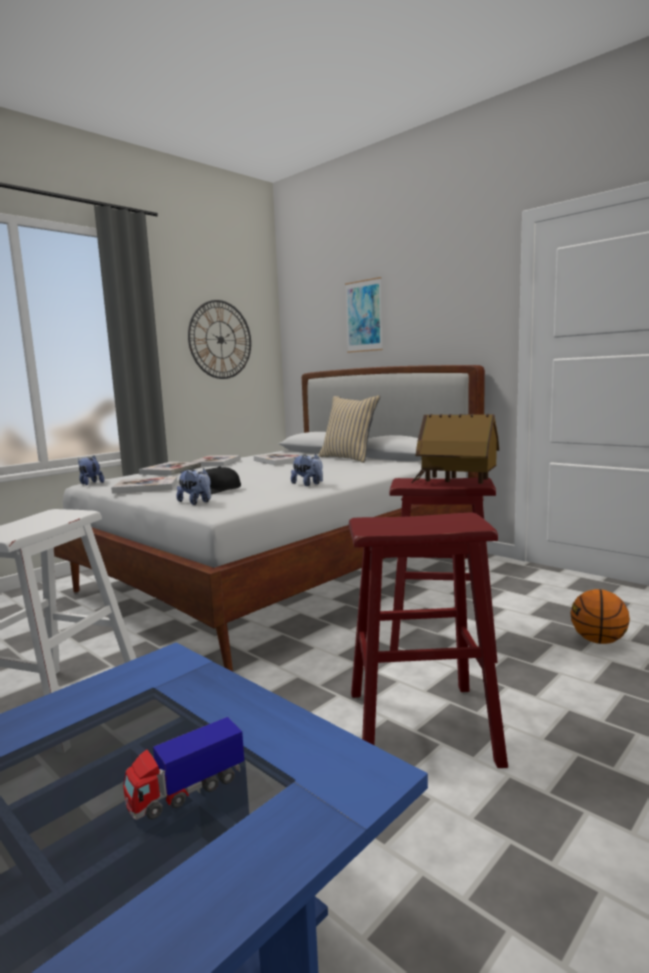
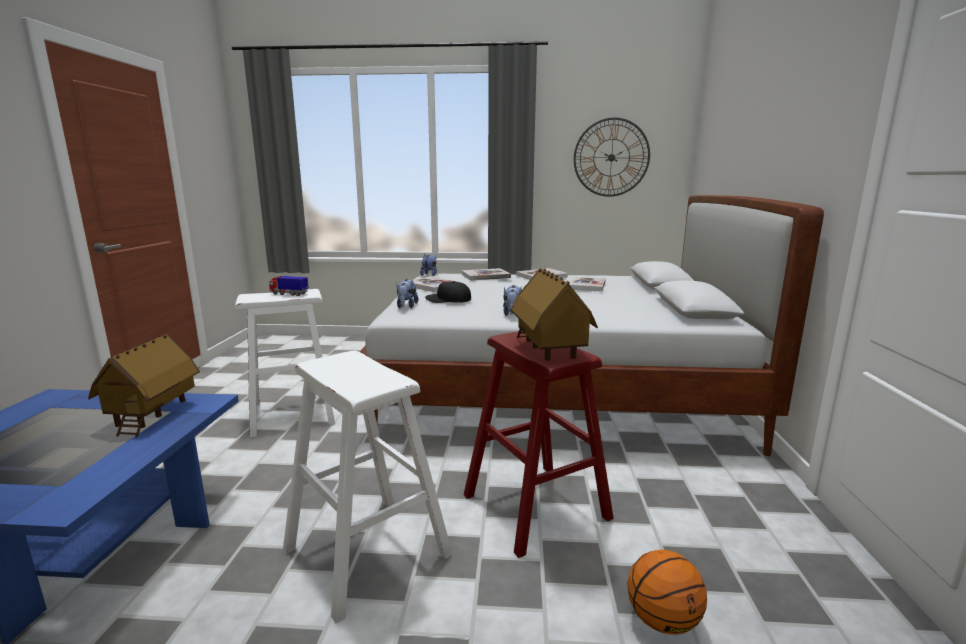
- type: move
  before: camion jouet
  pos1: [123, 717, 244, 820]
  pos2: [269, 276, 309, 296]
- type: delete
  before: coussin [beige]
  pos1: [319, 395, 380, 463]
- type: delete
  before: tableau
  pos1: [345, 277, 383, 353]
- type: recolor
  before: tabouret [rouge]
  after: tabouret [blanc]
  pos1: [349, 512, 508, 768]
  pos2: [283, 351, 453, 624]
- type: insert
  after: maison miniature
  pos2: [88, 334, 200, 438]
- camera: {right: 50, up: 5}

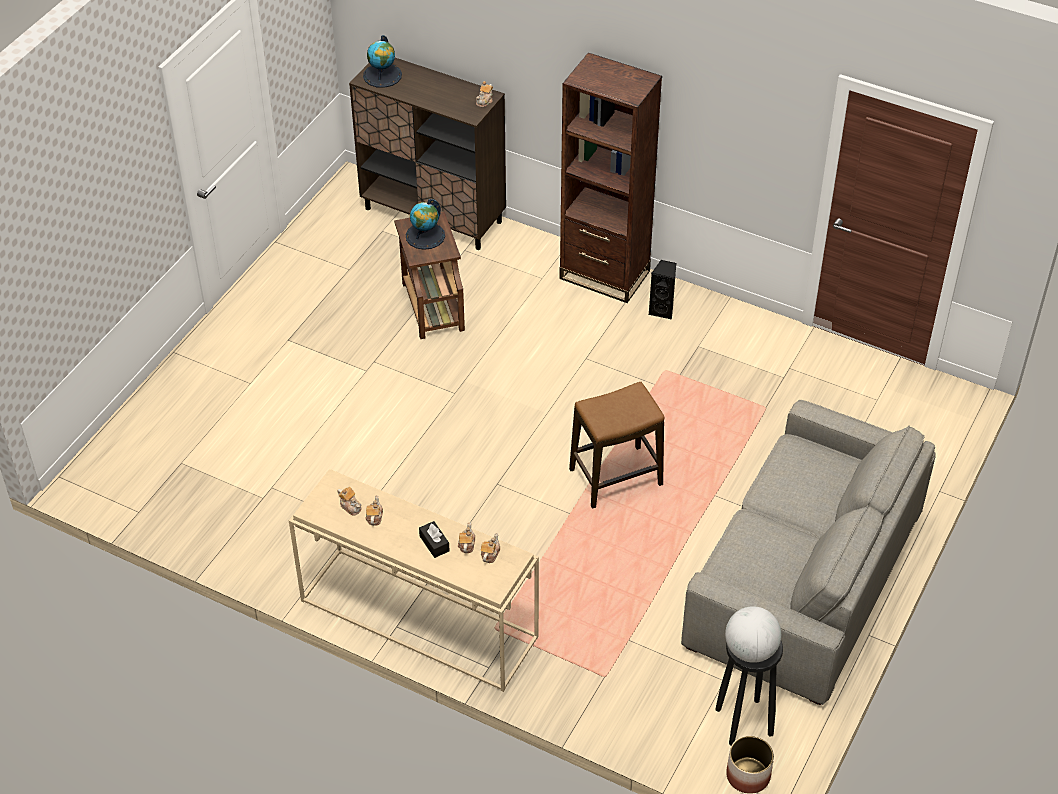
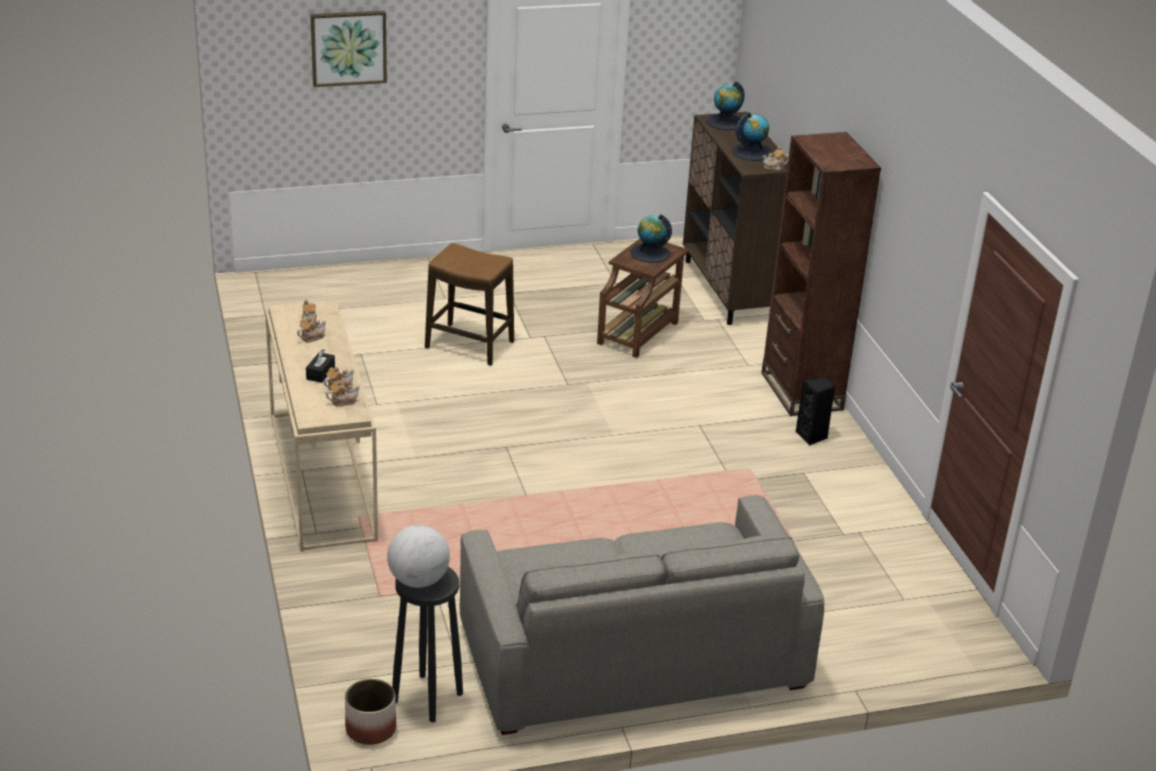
- type: move
  before: tabouret
  pos1: [569, 382, 665, 509]
  pos2: [425, 243, 514, 366]
- type: insert
  after: tableau
  pos2: [310, 11, 387, 87]
- type: insert
  after: globe
  pos2: [732, 112, 772, 161]
- camera: {right: 45, up: -15}

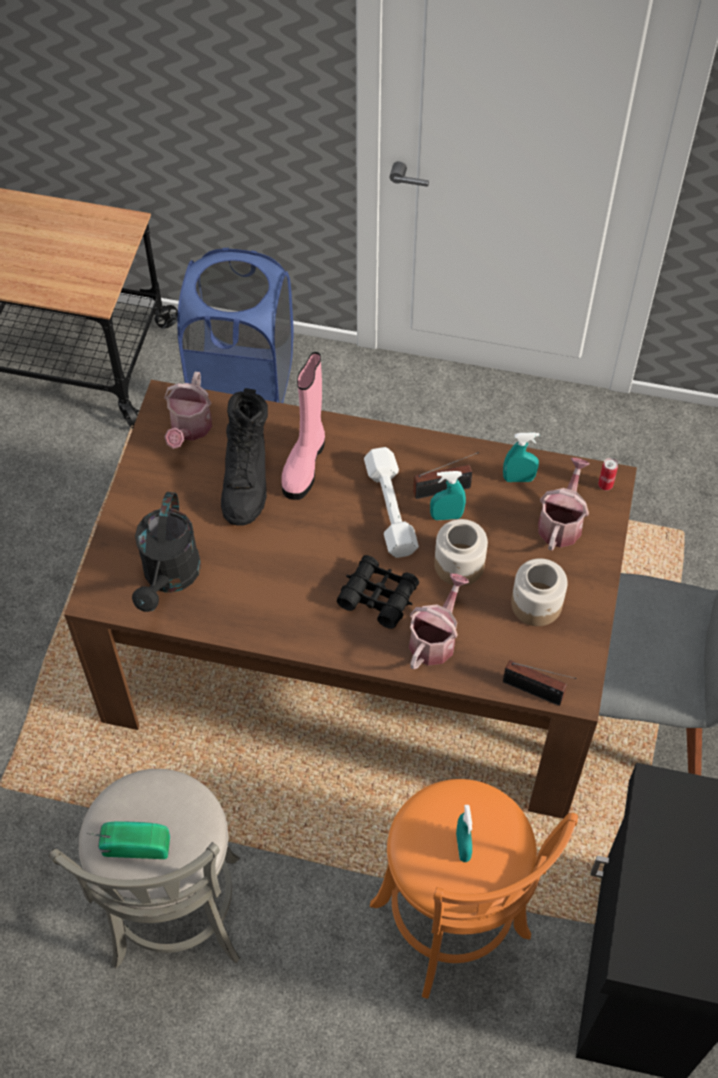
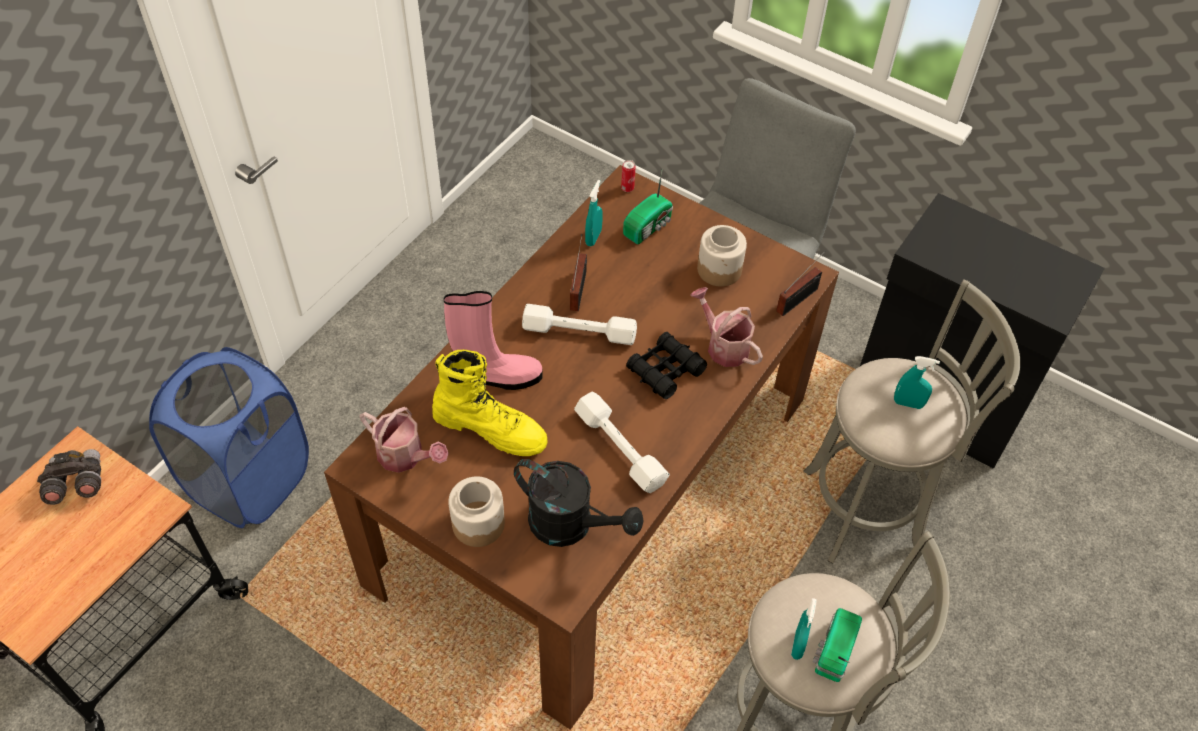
- type: recolor
  before: botte [noir]
  after: botte [jaune]
  pos1: [221, 388, 268, 525]
  pos2: [432, 350, 547, 456]
- type: rotate
  before: botte [rose]
  pos1: [281, 352, 325, 500]
  pos2: [444, 291, 543, 390]
  turn: -45
- type: recolor
  before: tabouret [orange]
  after: tabouret [gris]
  pos1: [370, 779, 578, 999]
  pos2: [803, 279, 1020, 564]
- type: move
  before: vaporisateur [turquoise]
  pos1: [430, 471, 466, 520]
  pos2: [791, 598, 817, 660]
- type: move
  before: bocal
  pos1: [434, 519, 488, 586]
  pos2: [448, 476, 505, 547]
- type: replace
  before: arrosoir
  after: radio
  pos1: [538, 458, 590, 551]
  pos2: [623, 171, 673, 244]
- type: insert
  after: jumelles [gris]
  pos2: [37, 449, 101, 505]
- type: insert
  after: haltère [blanc]
  pos2: [574, 391, 670, 493]
- camera: {right: -70, up: -5}

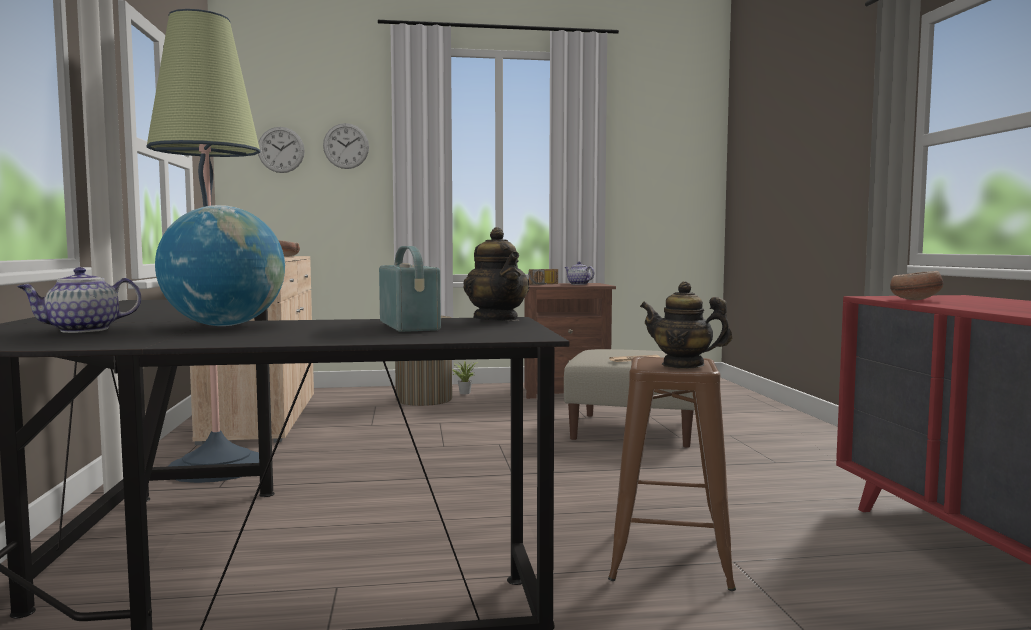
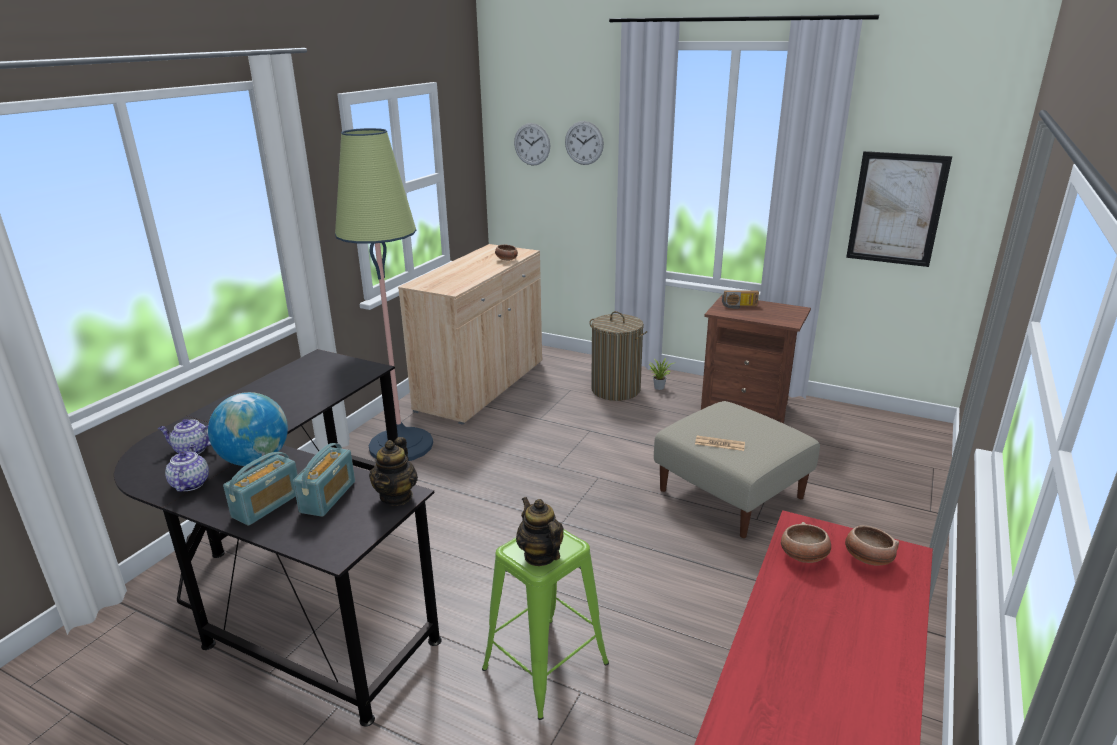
- type: move
  before: théière
  pos1: [564, 262, 594, 285]
  pos2: [165, 445, 209, 492]
- type: recolor
  before: tabouret [marron]
  after: tabouret [vert]
  pos1: [608, 356, 736, 591]
  pos2: [482, 529, 609, 720]
- type: insert
  after: radio
  pos2: [223, 452, 298, 526]
- type: insert
  after: bol
  pos2: [845, 525, 899, 566]
- type: insert
  after: tableau
  pos2: [846, 151, 952, 267]
- camera: {right: 35, up: 20}

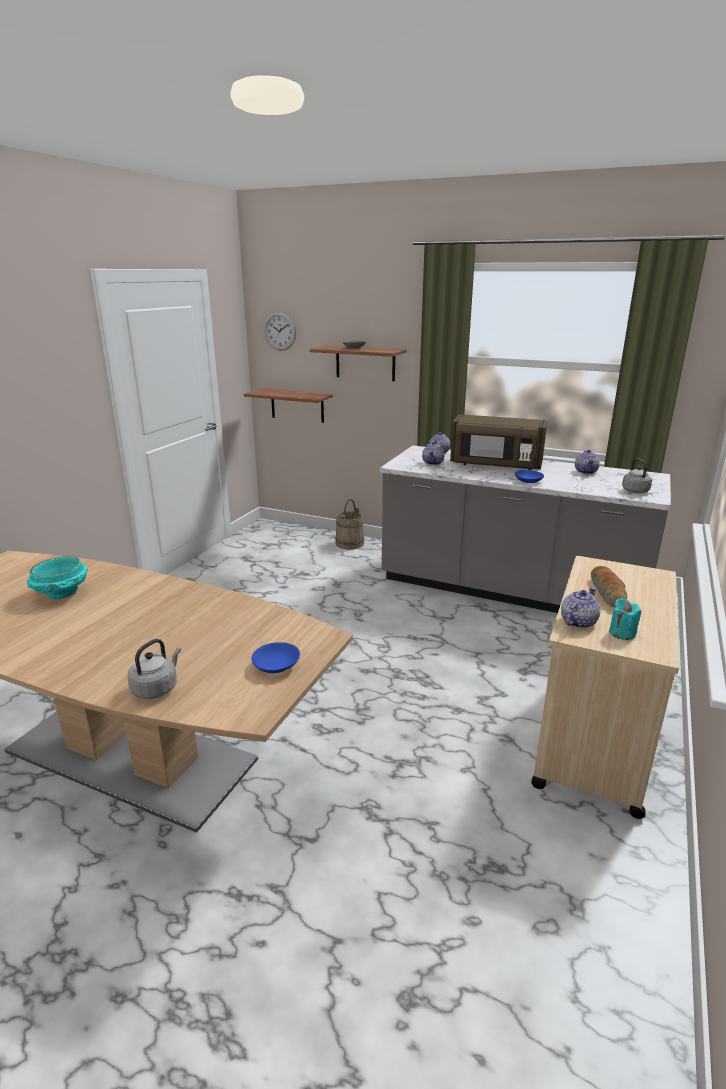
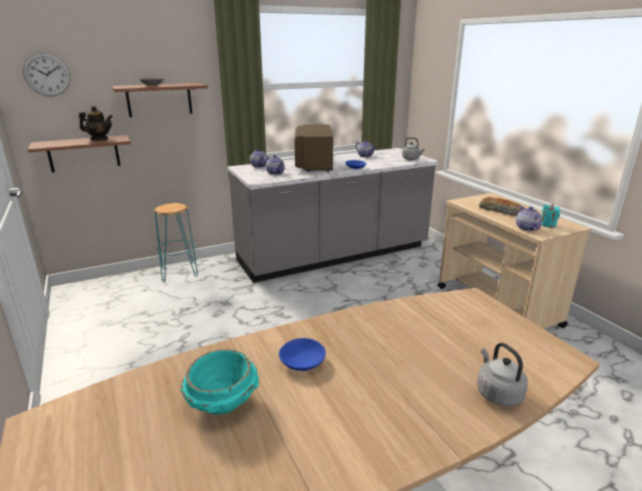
- type: move
  before: bol [bleu]
  pos1: [252, 642, 300, 673]
  pos2: [279, 338, 326, 371]
- type: replace
  before: seau [beige]
  after: tabouret [turquoise]
  pos1: [335, 499, 364, 549]
  pos2: [154, 203, 198, 281]
- type: rotate
  before: micro-ondes [marron]
  pos1: [450, 414, 548, 470]
  pos2: [294, 124, 333, 172]
  turn: 120
- type: insert
  after: théière
  pos2: [79, 106, 113, 140]
- camera: {right: -50, up: 0}

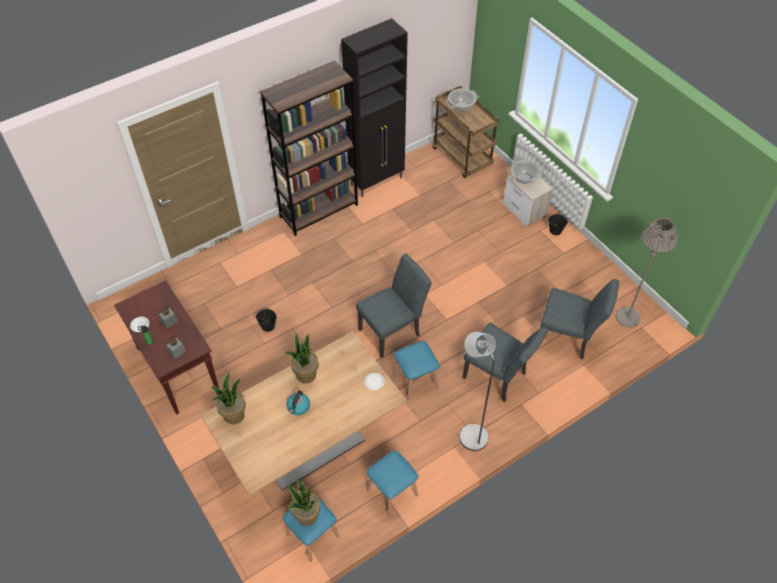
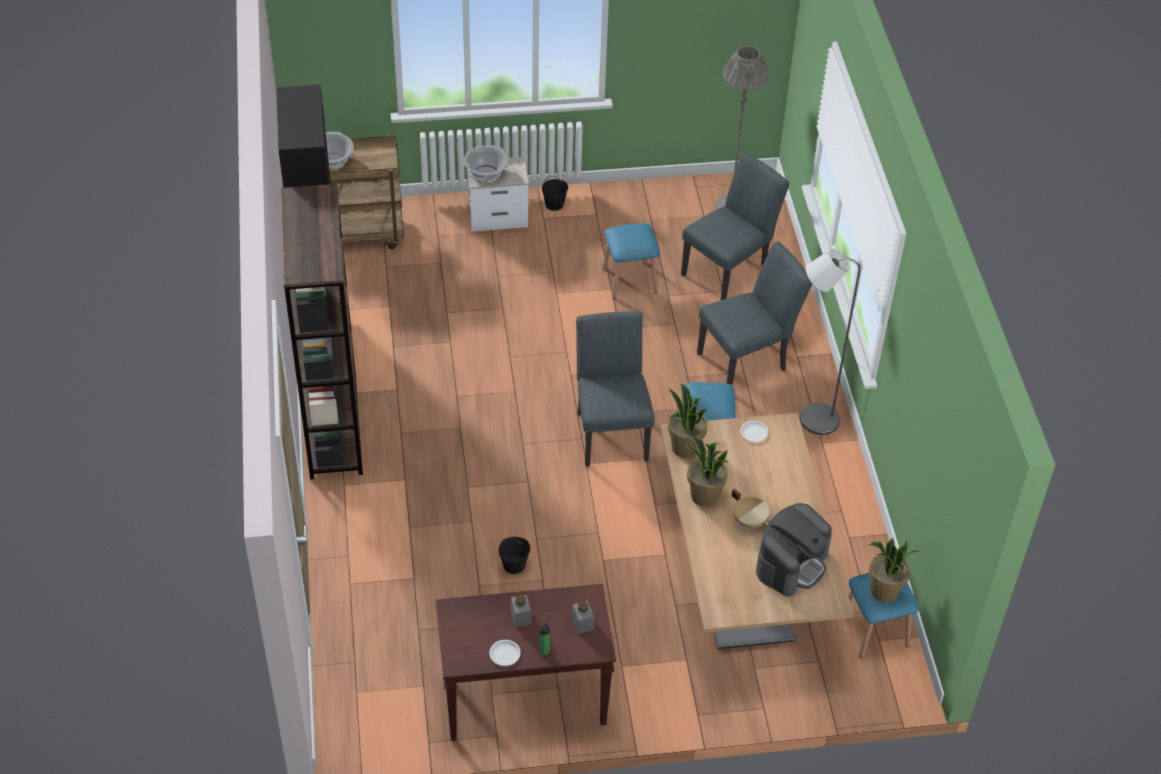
- type: move
  before: plante en pot
  pos1: [211, 372, 246, 425]
  pos2: [668, 383, 707, 458]
- type: replace
  before: bouilloire
  after: marmite [beige]
  pos1: [286, 390, 310, 415]
  pos2: [732, 489, 769, 528]
- type: move
  before: tabouret [bleu]
  pos1: [367, 450, 418, 517]
  pos2: [603, 223, 660, 299]
- type: insert
  after: machine à café
  pos2: [756, 503, 832, 597]
- camera: {right: -65, up: -5}

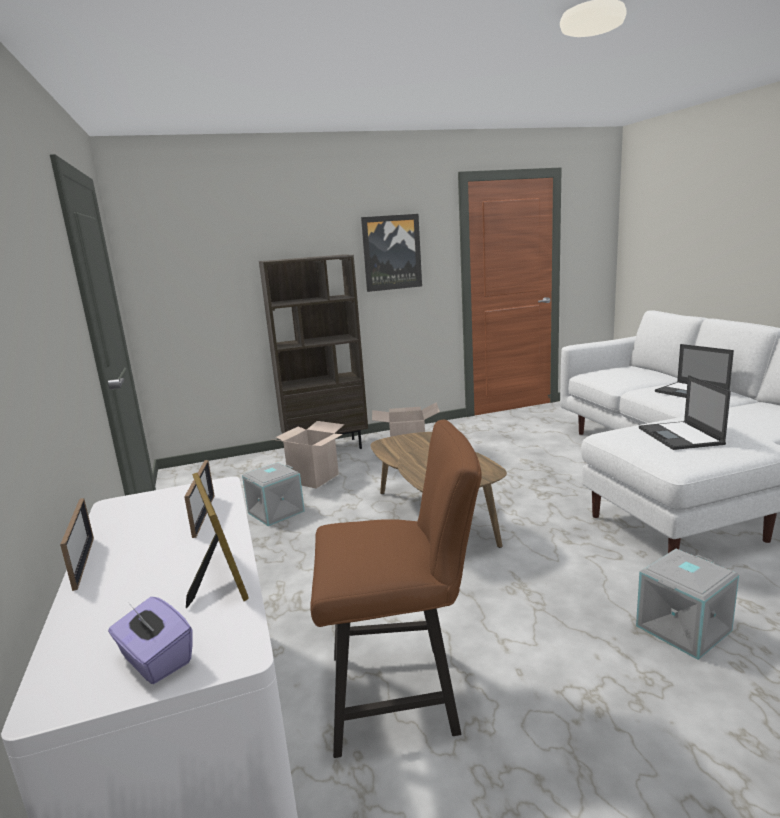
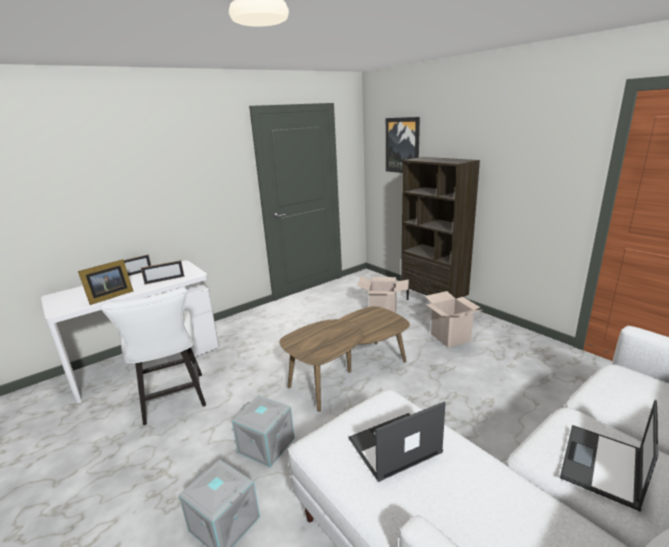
- type: delete
  before: boîte à mouchoirs [violet]
  pos1: [108, 597, 193, 684]
- type: move
  before: boîte de rangement [gris]
  pos1: [242, 462, 305, 526]
  pos2: [232, 395, 295, 468]
- type: recolor
  before: chaise [marron]
  after: chaise [blanc]
  pos1: [310, 420, 482, 758]
  pos2: [101, 288, 206, 425]
- type: move
  before: tableau
  pos1: [361, 214, 422, 292]
  pos2: [386, 117, 420, 173]
- camera: {right: 70, up: 5}

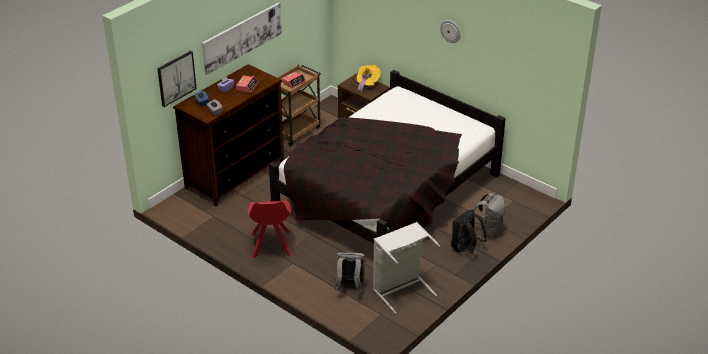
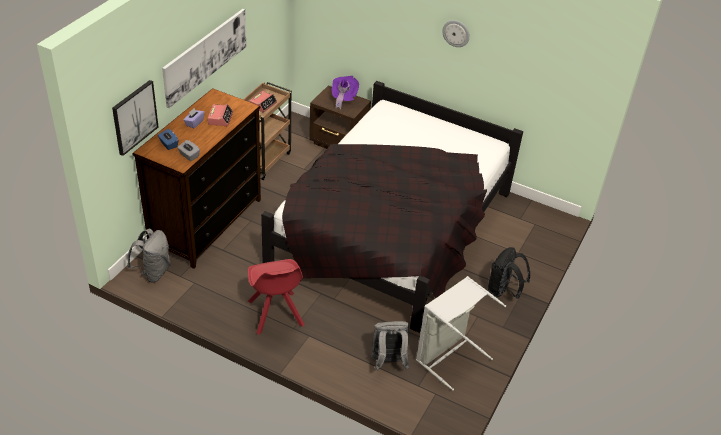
- type: recolor
  before: chapeau [jaune]
  after: chapeau [violet]
  pos1: [357, 65, 381, 92]
  pos2: [332, 76, 359, 109]
- type: move
  before: sac à dos [gris]
  pos1: [473, 193, 506, 238]
  pos2: [127, 229, 171, 283]
- camera: {right: -15, up: 5}

